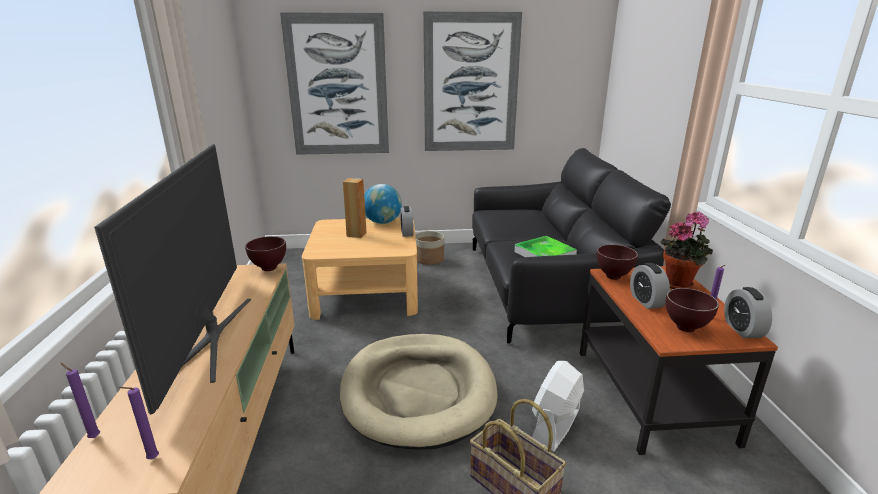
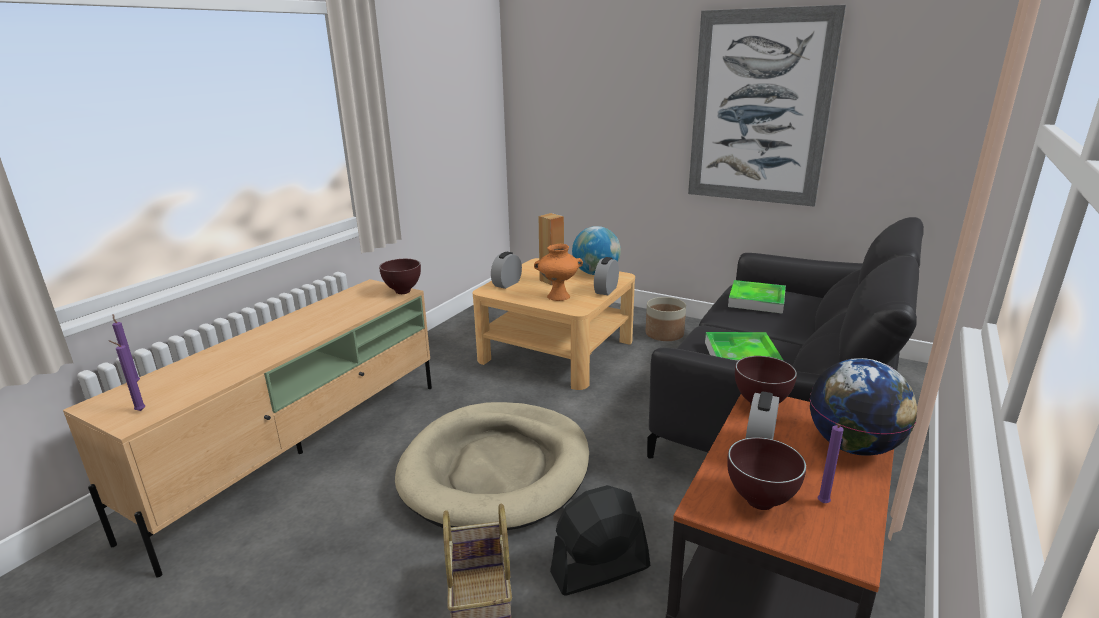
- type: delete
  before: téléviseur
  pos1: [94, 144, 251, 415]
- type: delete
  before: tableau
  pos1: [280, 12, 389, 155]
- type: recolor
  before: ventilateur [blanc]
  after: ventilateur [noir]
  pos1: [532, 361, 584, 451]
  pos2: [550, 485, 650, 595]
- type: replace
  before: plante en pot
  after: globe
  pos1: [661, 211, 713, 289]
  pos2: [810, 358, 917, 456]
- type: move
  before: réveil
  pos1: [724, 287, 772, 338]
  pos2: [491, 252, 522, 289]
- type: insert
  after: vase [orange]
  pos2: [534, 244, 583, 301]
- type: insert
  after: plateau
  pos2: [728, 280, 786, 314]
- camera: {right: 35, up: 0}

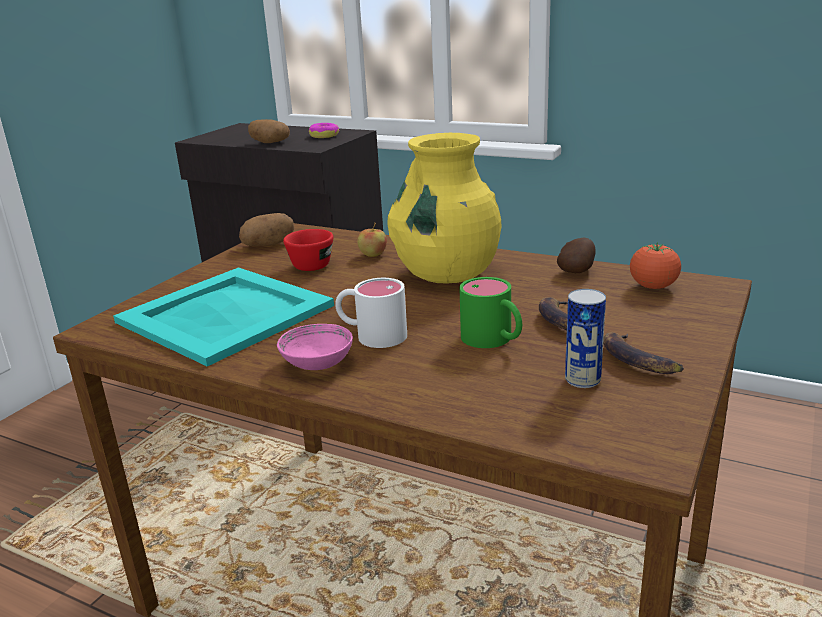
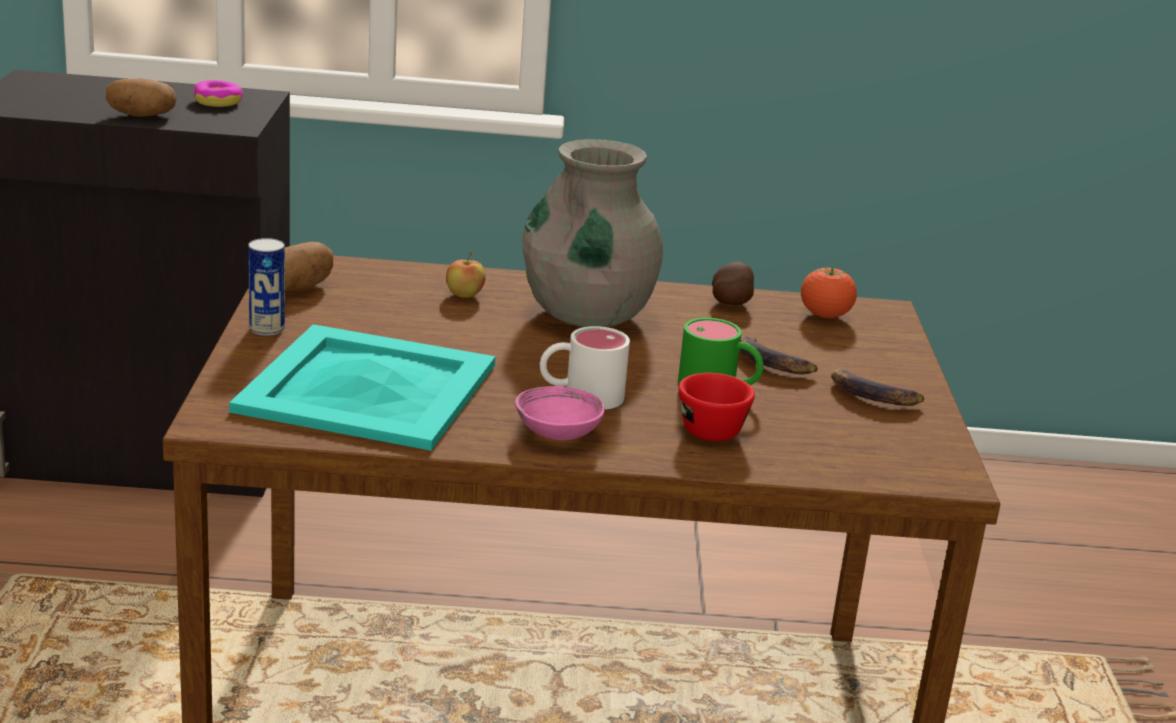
- type: move
  before: tasse [rouge]
  pos1: [283, 229, 333, 271]
  pos2: [678, 373, 755, 441]
- type: recolor
  before: vase [jaune]
  after: vase [gris]
  pos1: [387, 133, 501, 284]
  pos2: [522, 139, 663, 327]
- type: move
  before: boîte métallique
  pos1: [565, 289, 606, 388]
  pos2: [248, 238, 285, 336]
- camera: {right: -30, up: 0}

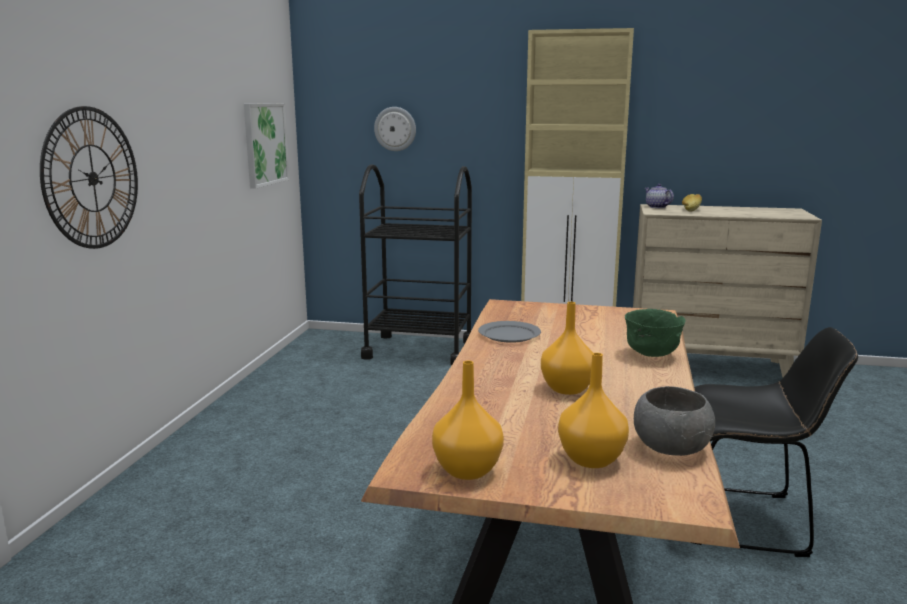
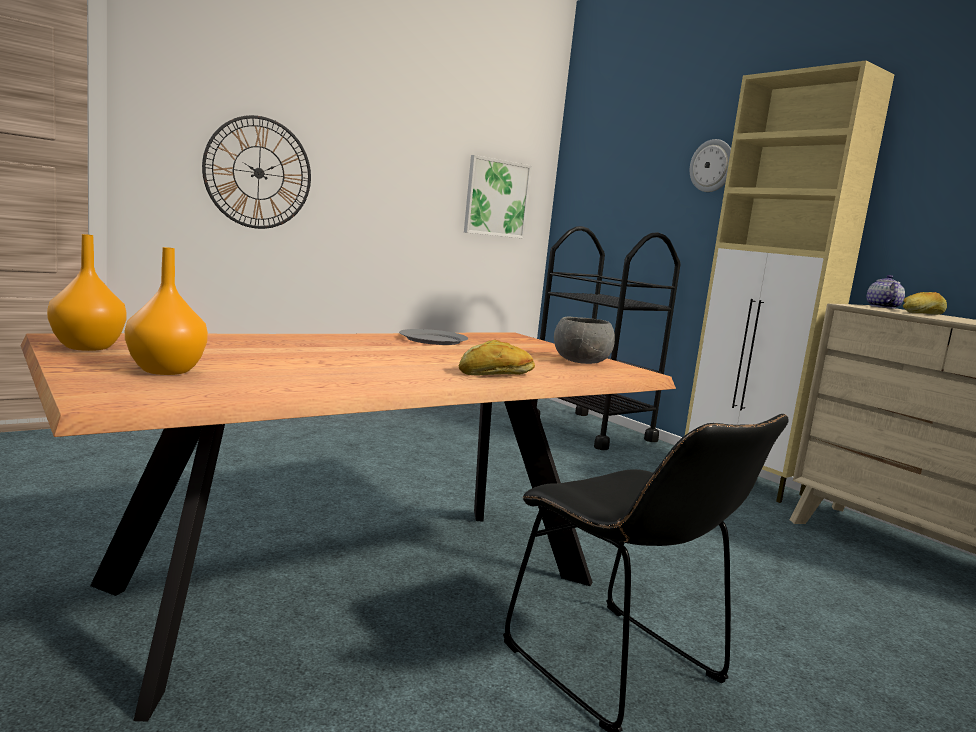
- type: move
  before: horloge murale
  pos1: [374, 107, 416, 151]
  pos2: [690, 139, 731, 192]
- type: delete
  before: vase [orange]
  pos1: [541, 302, 593, 395]
- type: replace
  before: bol [vert]
  after: pain
  pos1: [625, 309, 686, 357]
  pos2: [459, 340, 535, 375]
- type: move
  before: bol [gris]
  pos1: [634, 386, 715, 456]
  pos2: [554, 316, 615, 364]
- camera: {right: 40, up: -5}

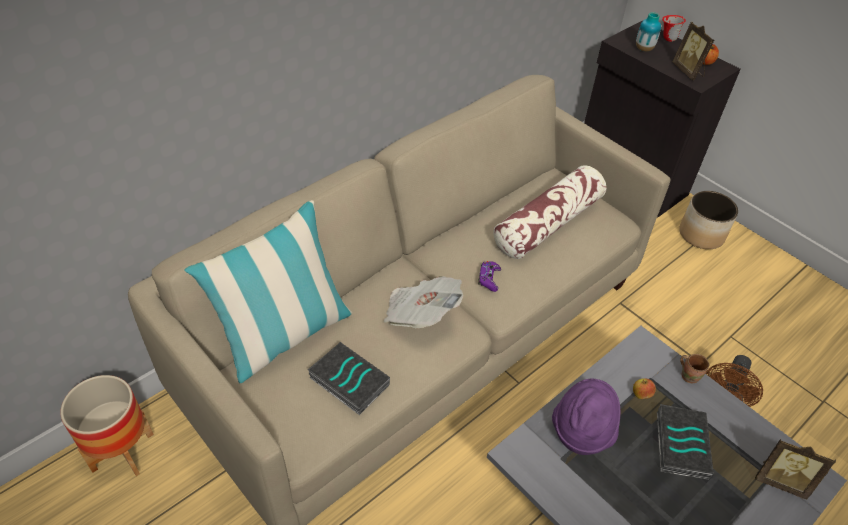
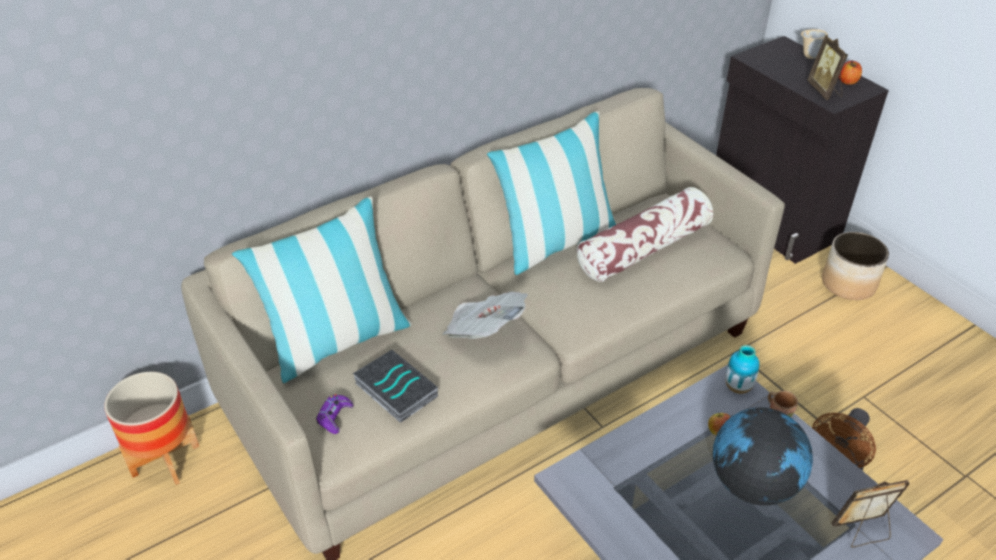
- type: move
  before: manette [violet]
  pos1: [478, 261, 501, 292]
  pos2: [316, 394, 354, 434]
- type: delete
  before: chapeau [violet]
  pos1: [552, 379, 620, 455]
- type: move
  before: vase
  pos1: [636, 12, 661, 52]
  pos2: [725, 345, 759, 394]
- type: replace
  before: livre
  after: globe
  pos1: [657, 404, 714, 480]
  pos2: [713, 408, 813, 506]
- type: recolor
  before: mug [rouge]
  after: mug [beige]
  pos1: [662, 15, 686, 41]
  pos2: [801, 29, 828, 59]
- type: rotate
  before: cadre photo
  pos1: [755, 439, 836, 500]
  pos2: [832, 480, 910, 548]
  turn: 135
- type: insert
  after: coussin
  pos2: [487, 111, 616, 275]
- camera: {right: 10, up: -5}

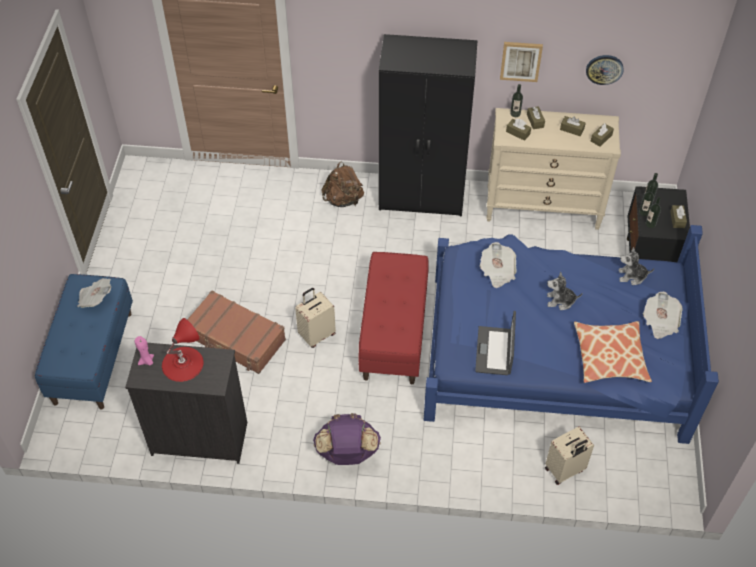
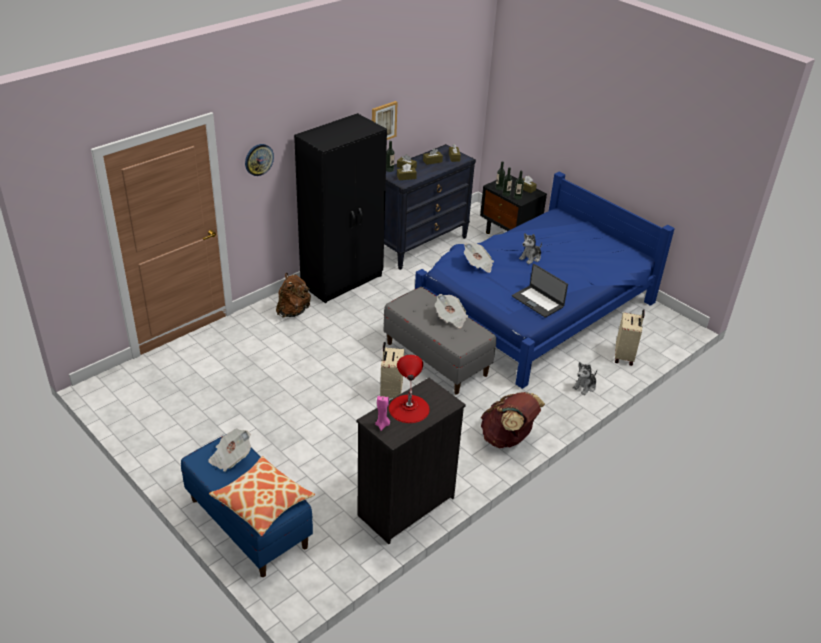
- type: delete
  before: valise [marron]
  pos1: [187, 290, 286, 374]
- type: recolor
  before: sac à dos [violet]
  after: sac à dos [marron]
  pos1: [313, 413, 381, 465]
  pos2: [481, 392, 545, 448]
- type: recolor
  before: banc [rouge]
  after: banc [gris]
  pos1: [358, 252, 429, 384]
  pos2: [384, 287, 496, 395]
- type: recolor
  before: commode [beige]
  after: commode [noir]
  pos1: [486, 108, 621, 230]
  pos2: [384, 144, 476, 270]
- type: move
  before: coussin
  pos1: [574, 321, 652, 383]
  pos2: [209, 456, 315, 536]
- type: move
  before: horloge murale
  pos1: [586, 55, 624, 85]
  pos2: [245, 144, 274, 176]
- type: move
  before: peluche
  pos1: [618, 247, 654, 285]
  pos2: [573, 362, 597, 395]
- type: move
  before: journal
  pos1: [643, 292, 683, 339]
  pos2: [435, 294, 468, 328]
- camera: {right: -50, up: -15}

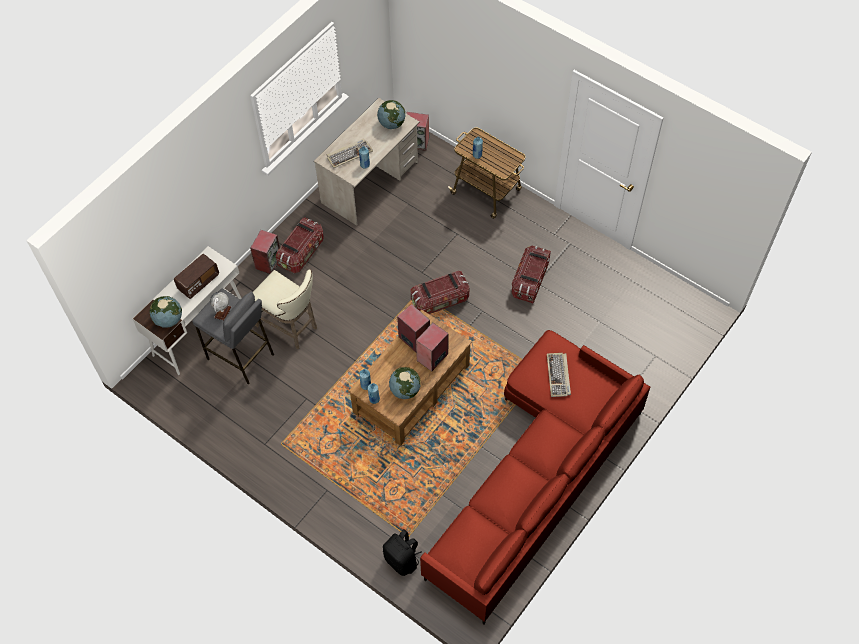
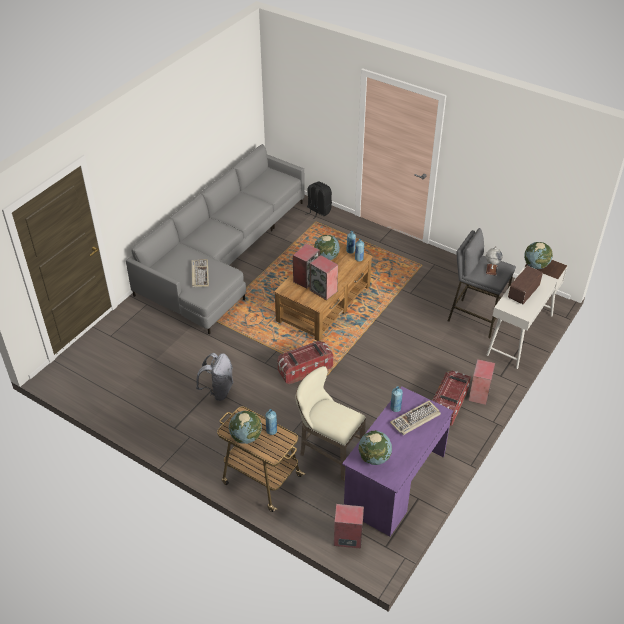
- type: move
  before: tabouret [beige]
  pos1: [253, 270, 317, 349]
  pos2: [296, 366, 366, 481]
- type: recolor
  before: bureau [beige]
  after: bureau [violet]
  pos1: [314, 98, 419, 226]
  pos2: [342, 387, 454, 536]
- type: recolor
  before: canapé [rouge]
  after: canapé [gris]
  pos1: [420, 330, 650, 624]
  pos2: [126, 144, 305, 334]
- type: replace
  before: boîte de rangement
  after: sac à dos [gris]
  pos1: [511, 246, 551, 303]
  pos2: [196, 353, 233, 401]
- type: insert
  after: globe
  pos2: [229, 411, 262, 444]
- camera: {right: 175, up: -15}

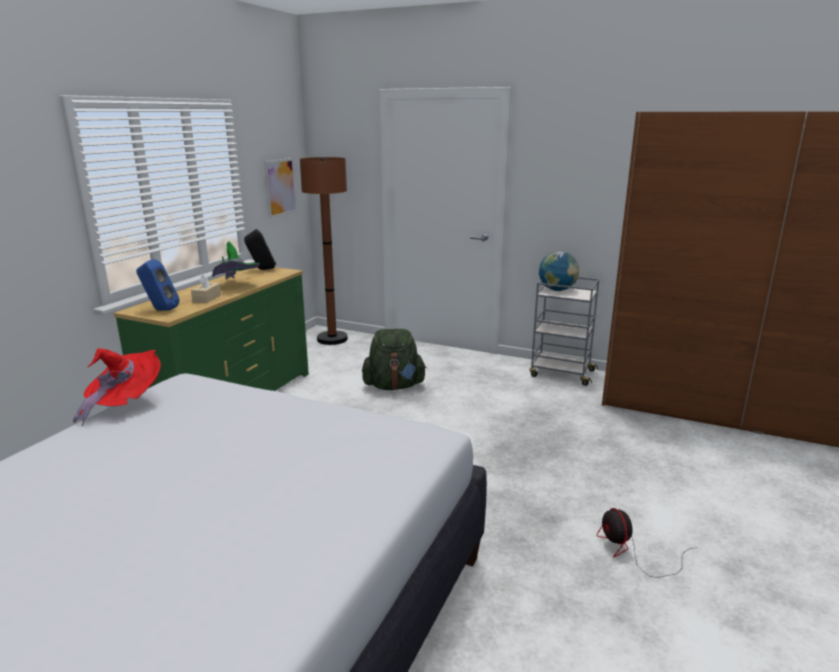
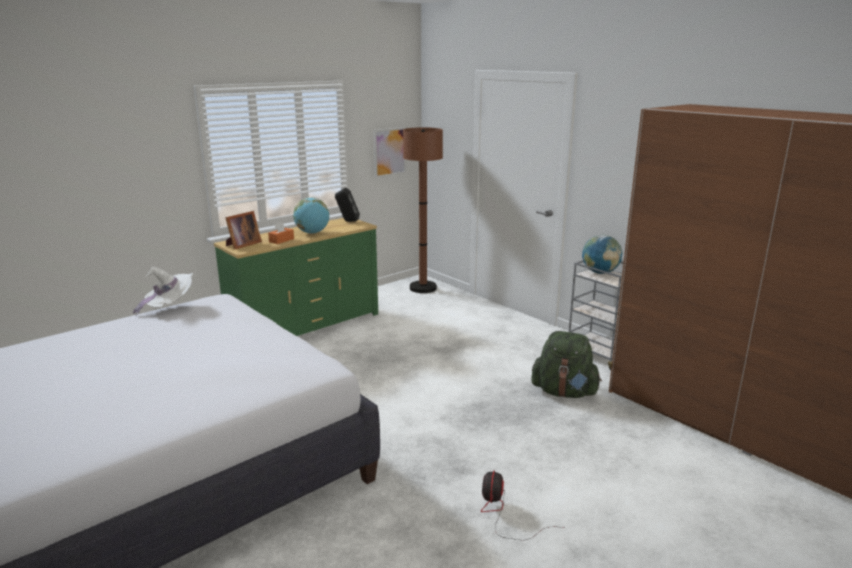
- type: recolor
  before: chapeau [rouge]
  after: chapeau [blanc]
  pos1: [73, 348, 161, 426]
  pos2: [133, 267, 193, 316]
- type: replace
  before: enceinte [bleu]
  after: cadre photo
  pos1: [136, 259, 180, 311]
  pos2: [225, 211, 262, 250]
- type: recolor
  before: boîte à mouchoirs [beige]
  after: boîte à mouchoirs [orange]
  pos1: [191, 274, 221, 303]
  pos2: [268, 222, 294, 244]
- type: replace
  before: chapeau [vert]
  after: globe
  pos1: [212, 241, 260, 279]
  pos2: [293, 197, 329, 234]
- type: move
  before: sac à dos [vert]
  pos1: [362, 329, 427, 390]
  pos2: [531, 331, 602, 398]
- camera: {right: 25, up: 0}

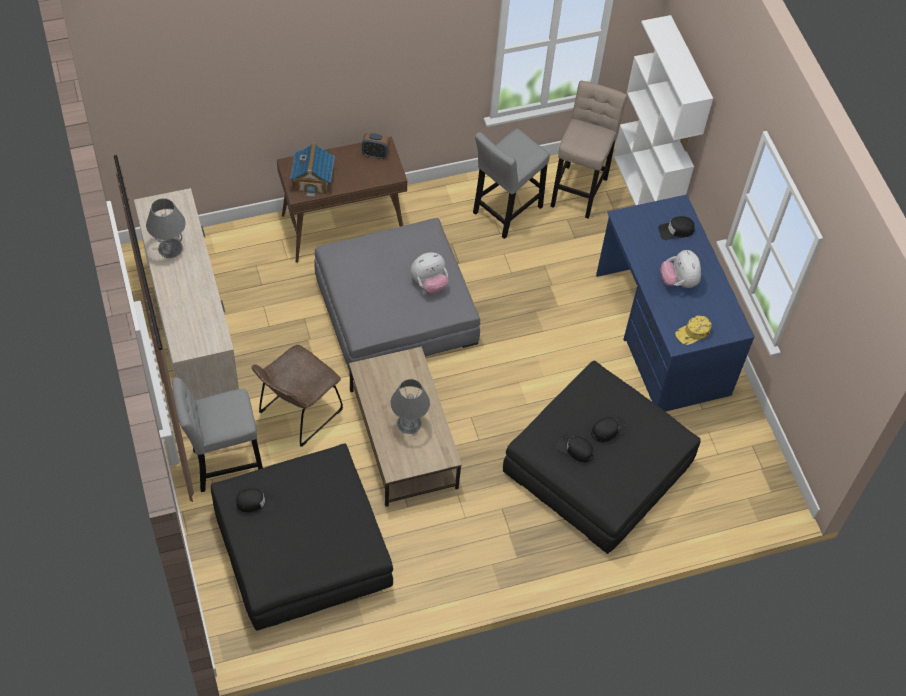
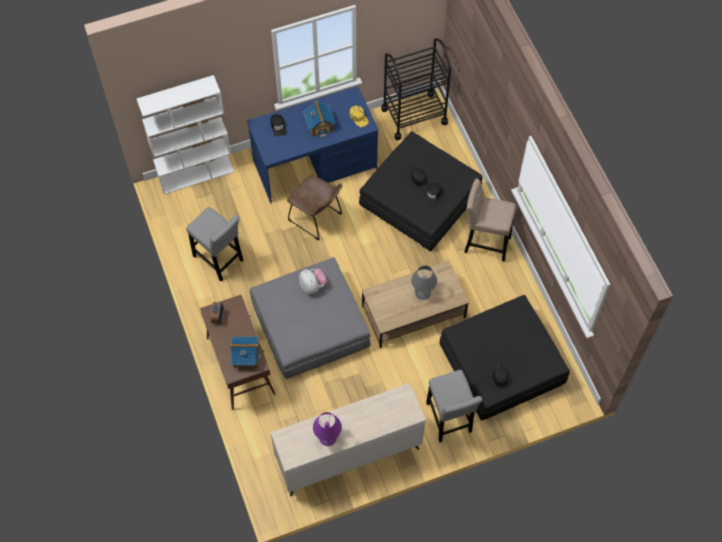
- type: recolor
  before: lampe de table [gris]
  after: lampe de table [violet]
  pos1: [146, 198, 186, 258]
  pos2: [313, 412, 342, 446]
- type: move
  before: chaise [marron]
  pos1: [252, 345, 343, 447]
  pos2: [287, 175, 343, 240]
- type: move
  before: tabouret [beige]
  pos1: [551, 80, 627, 219]
  pos2: [464, 179, 516, 262]
- type: replace
  before: peluche
  after: maison miniature
  pos1: [660, 250, 701, 288]
  pos2: [303, 100, 336, 137]
- type: insert
  after: chariot [noir]
  pos2: [381, 38, 451, 140]
- camera: {right: -90, up: 5}

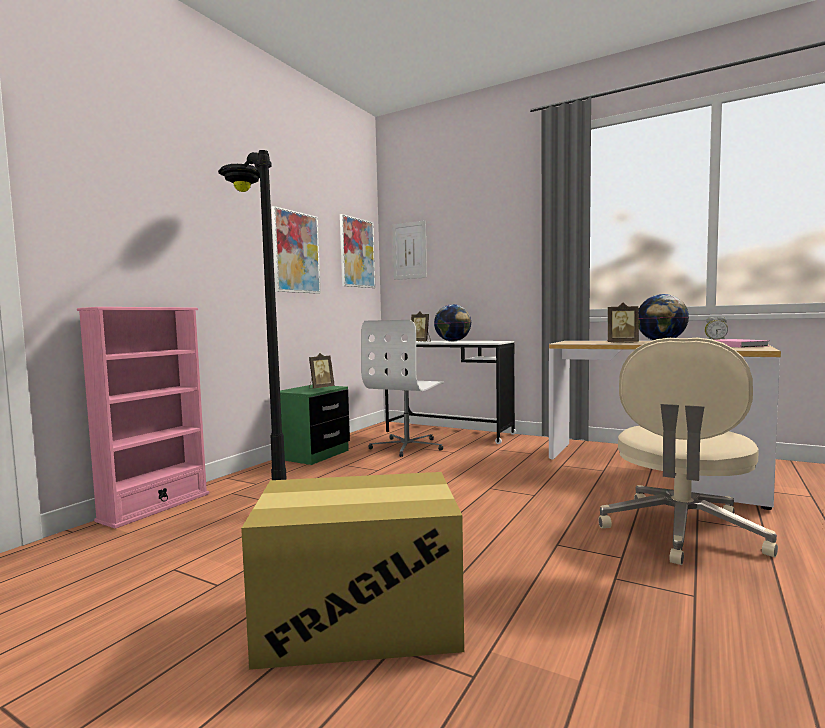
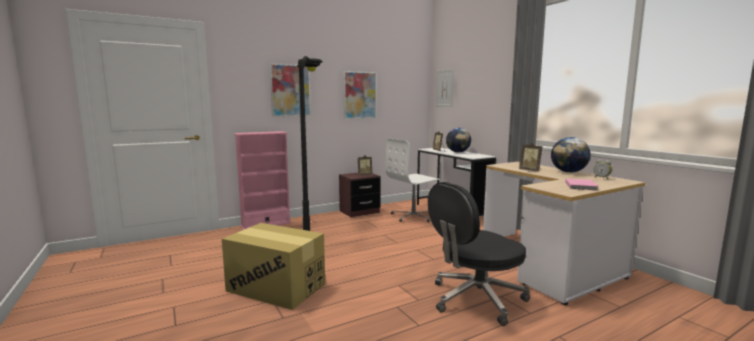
- type: recolor
  before: table de chevet [vert]
  after: table de chevet [marron]
  pos1: [280, 385, 350, 465]
  pos2: [339, 173, 380, 217]
- type: move
  before: tableau
  pos1: [340, 214, 375, 288]
  pos2: [270, 63, 311, 117]
- type: recolor
  before: chaise de bureau [beige]
  after: chaise de bureau [noir]
  pos1: [598, 338, 778, 565]
  pos2: [428, 182, 530, 326]
- camera: {right: 30, up: 5}

